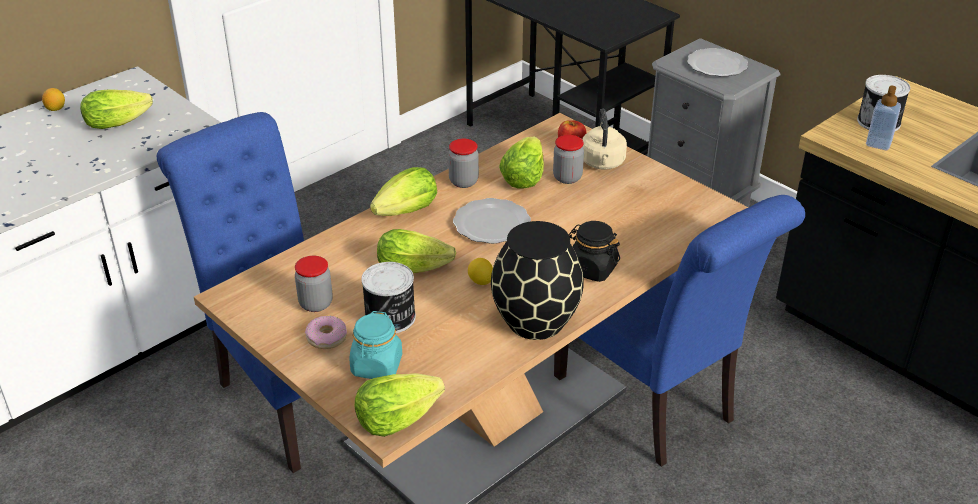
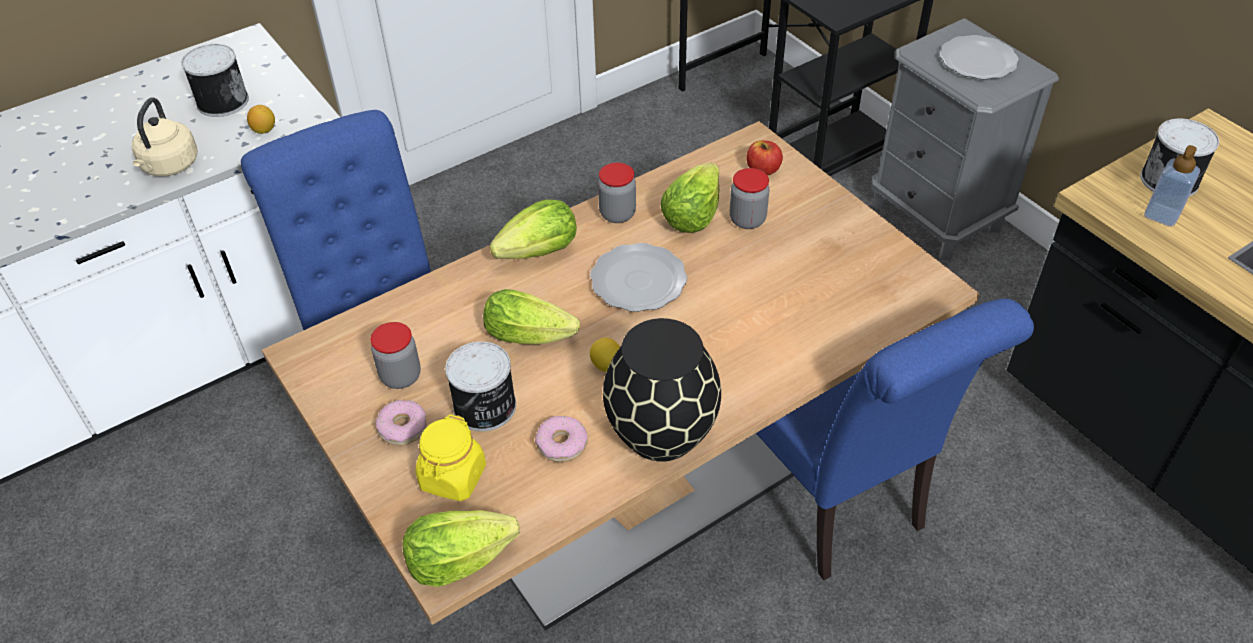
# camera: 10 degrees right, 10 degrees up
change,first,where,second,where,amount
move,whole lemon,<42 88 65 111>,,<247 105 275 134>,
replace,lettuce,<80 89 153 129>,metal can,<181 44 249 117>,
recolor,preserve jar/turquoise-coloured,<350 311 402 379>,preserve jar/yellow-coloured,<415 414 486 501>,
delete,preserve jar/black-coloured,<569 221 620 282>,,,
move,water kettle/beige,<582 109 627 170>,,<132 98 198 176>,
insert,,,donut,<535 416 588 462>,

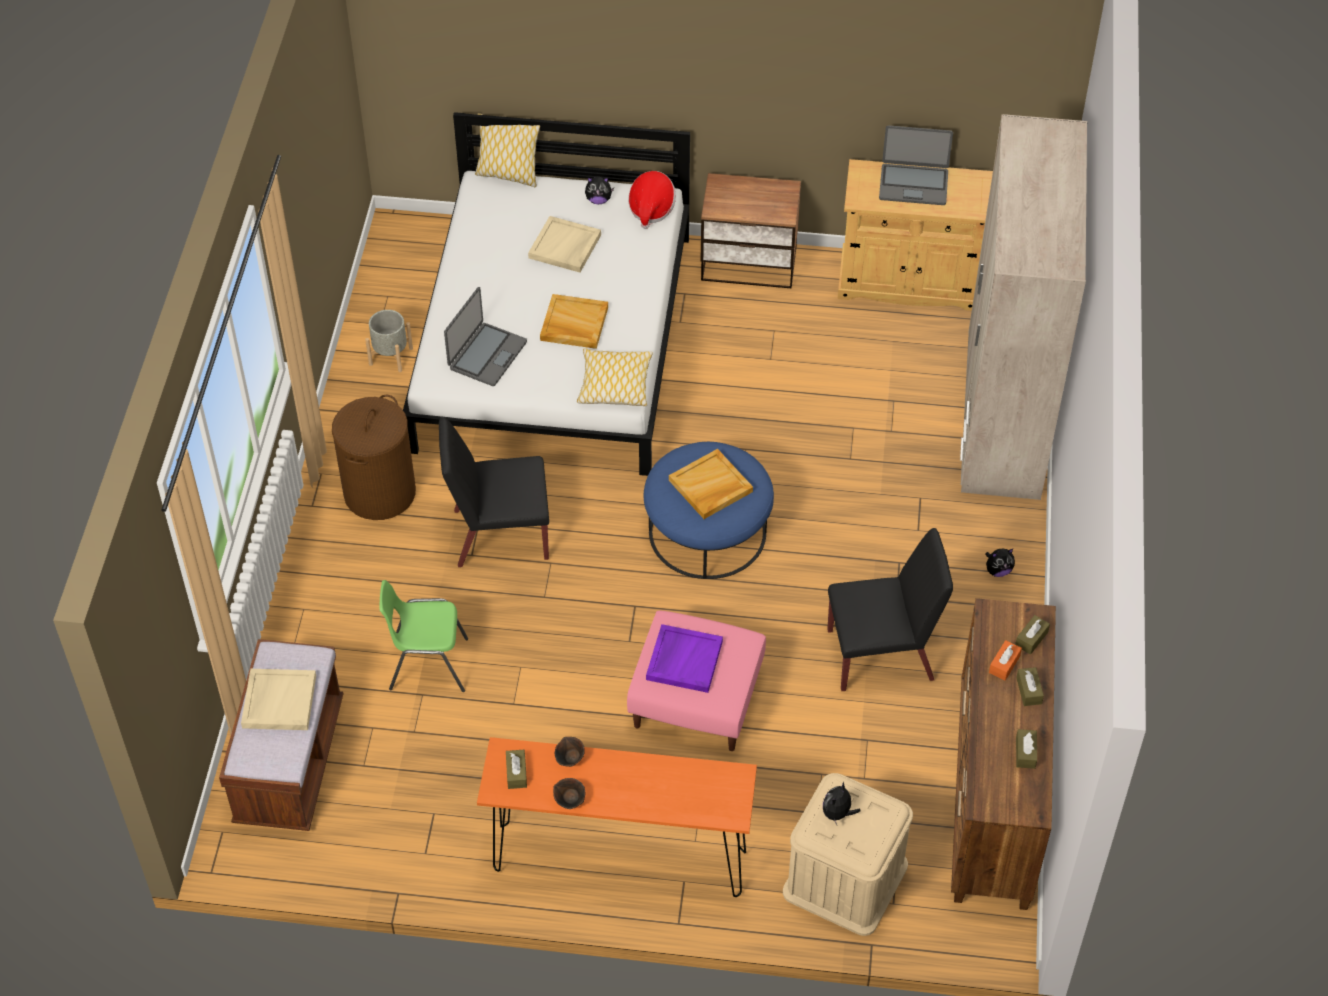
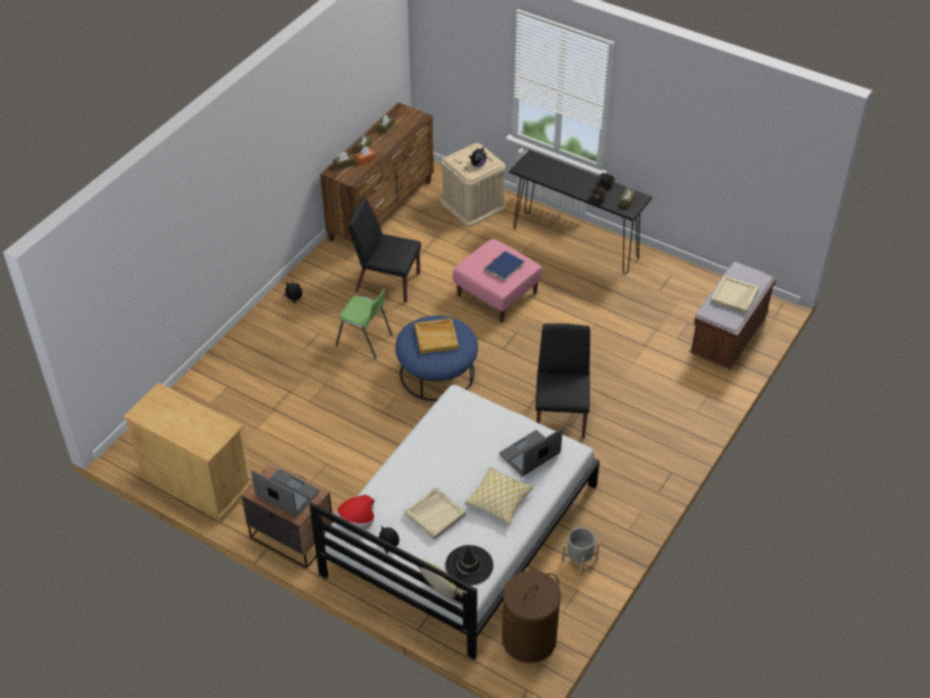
# camera: 155 degrees left, 5 degrees down
change,first,where,second,where,amount
move,washing basket/brownish,<332 395 416 520>,,<502 570 561 663>,
move,chair/greenish,<379 580 468 692>,,<336 288 392 359>,
rotate,chair/black-coloured,<439 417 549 567>,,<536 323 590 438>,105 degrees counterclockwise
recolor,hall table/orangey,<477 737 757 897>,hall table/black-coloured,<509 150 652 274>,
delete,serving tray/beige,<540 294 608 349>,,,
move,pillow,<577 348 653 406>,,<464 467 534 525>,
replace,serving tray/purplish,<646 624 723 693>,volume/blue,<485 251 525 281>,
move,portable computer,<879 125 953 205>,,<251 469 319 517>,
delete,wardrobe/beige,<960 114 1087 500>,,,
insert,,,clothing hat/black-coloured,<445 545 493 585>,

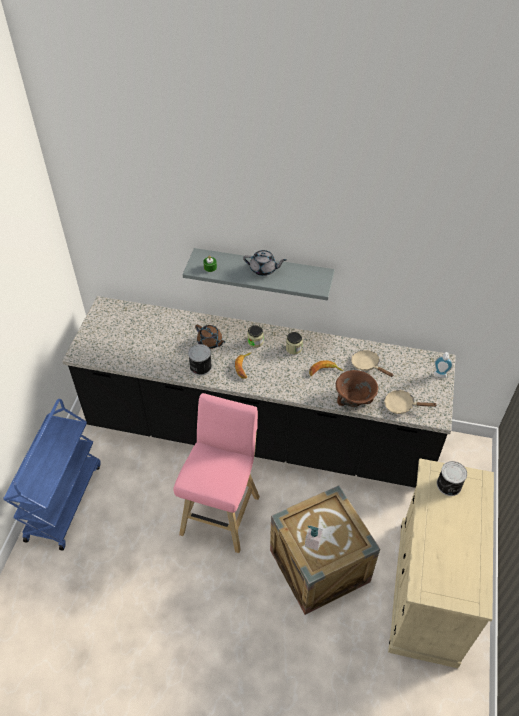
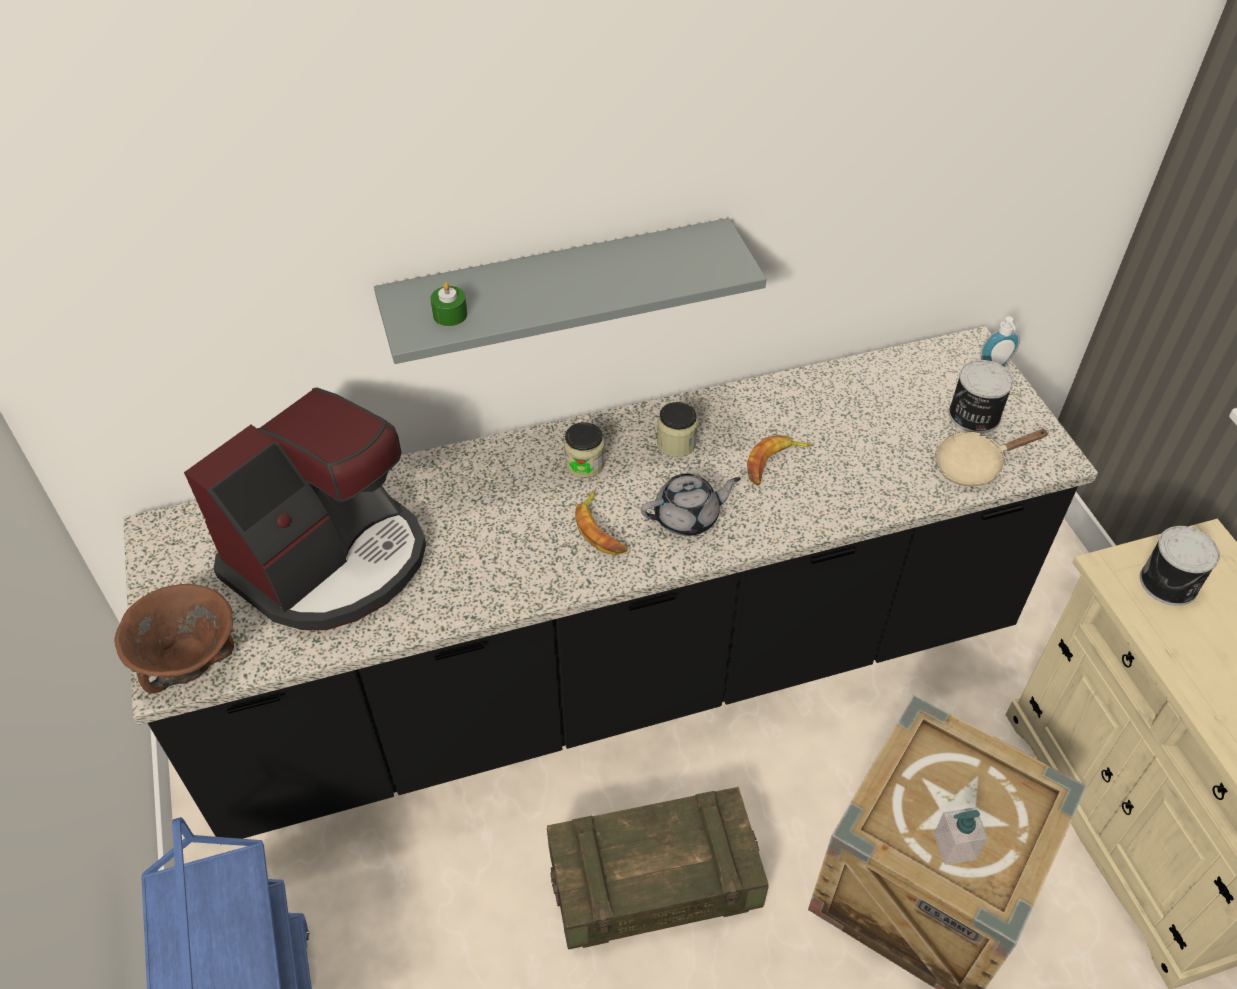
# camera: 30 degrees left, 0 degrees up
change,first,where,second,where,amount
replace,stool/pink-coloured,<173 393 260 553>,crate,<547 787 769 950>,
move,metal can,<188 344 212 376>,,<949 360 1014 433>,
delete,pot for tea/brownish,<195 325 225 349>,,,
move,pot for tea/greyish,<243 250 286 276>,,<641 474 741 536>,
move,deep dish/brownish,<336 370 378 407>,,<114 584 234 693>,
delete,frying pan/beige,<351 350 393 377>,,,
insert,,,coffee maker,<184 387 426 630>,

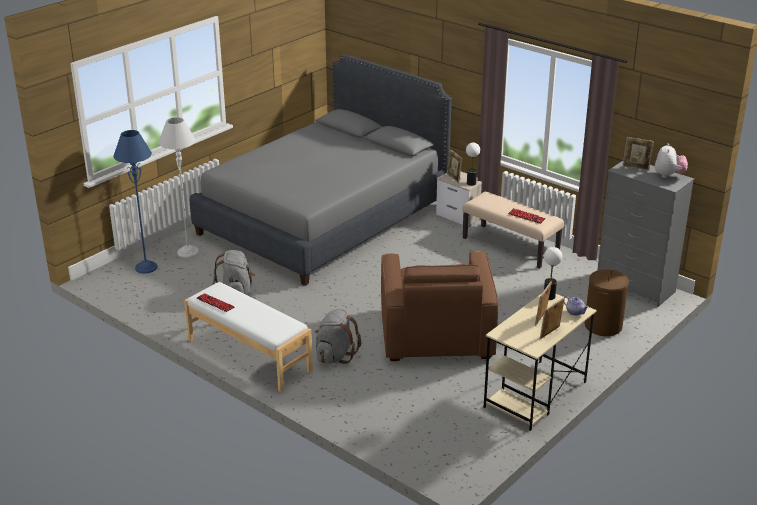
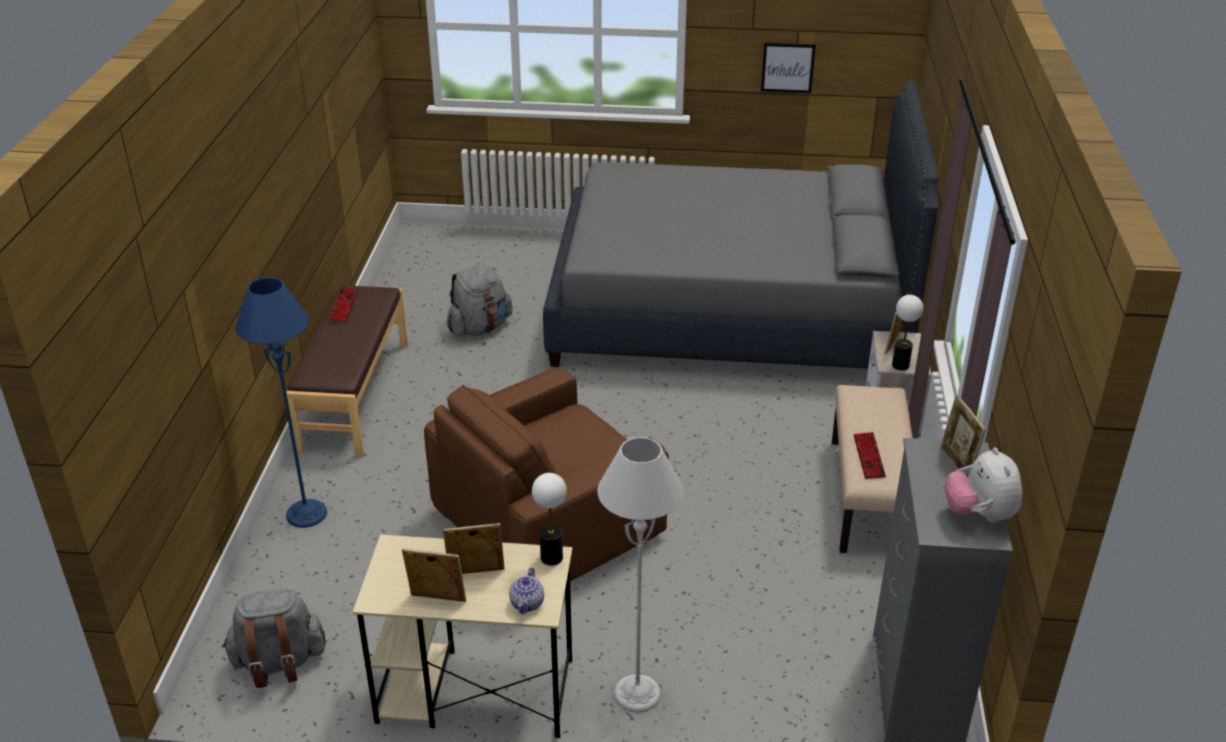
# camera: 55 degrees right, 5 degrees up
change,first,where,second,where,amount
move,floor lamp/blue,<113 130 157 274>,,<235 277 327 528>,
move,floor lamp/greyish,<159 117 199 258>,,<597 437 683 713>,
recolor,indoor bench/white-coloured,<184 282 313 392>,indoor bench/brownish,<286 285 408 458>,
move,knapsack/greyish,<315 309 361 364>,,<222 589 325 688>,
delete,washing basket/brownish,<584 269 629 336>,,,
rotate,soft toy,<655 143 688 178>,,<944 448 1022 523>,105 degrees clockwise
insert,,,wall picture,<761 43 816 93>,

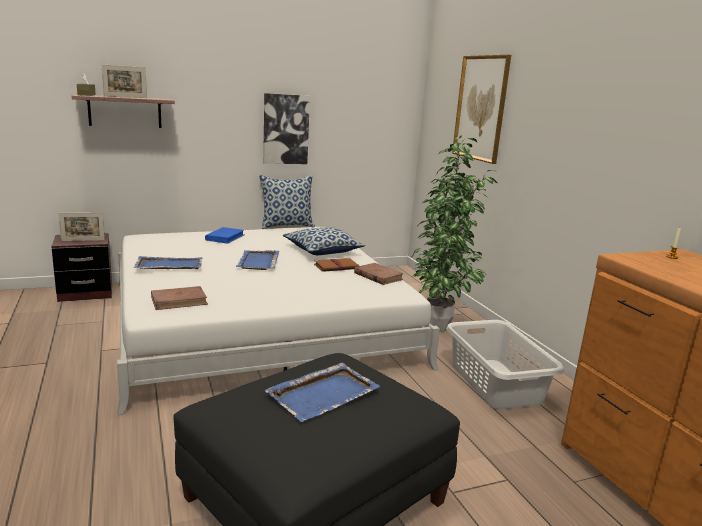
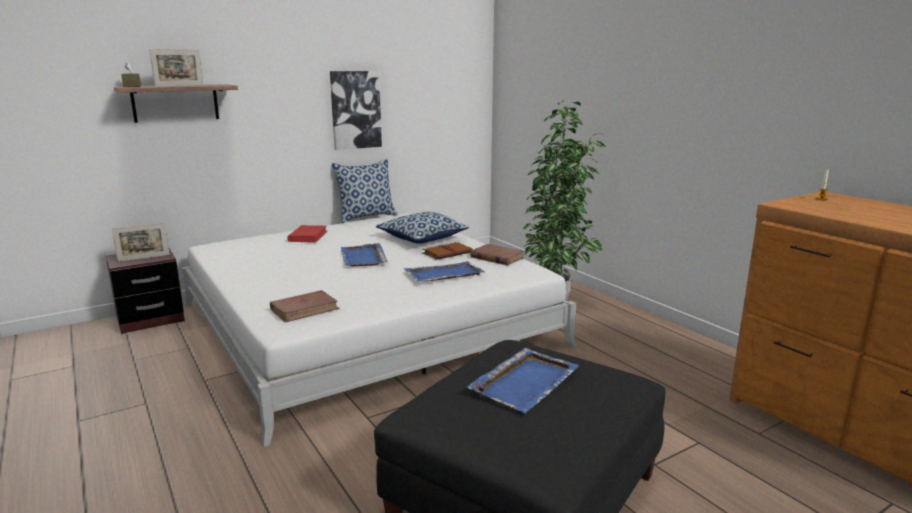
# camera: 10 degrees left, 0 degrees up
change,first,where,second,where,amount
move,serving tray/blue,<133 256 203 269>,,<404 261 485 282>,
recolor,volume/blue,<205 227 245 244>,volume/reddish,<287 225 328 243>,
delete,washing basket/greyish,<446 320 565 409>,,,
delete,wall picture,<452 55 511 164>,,,

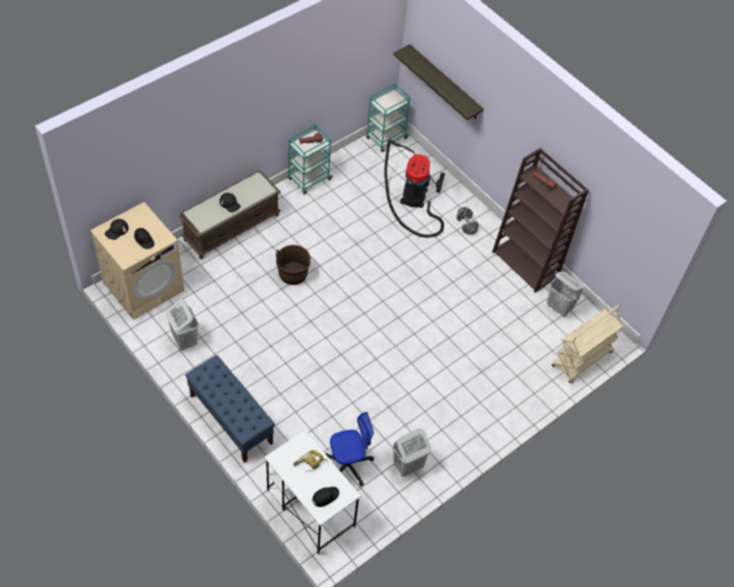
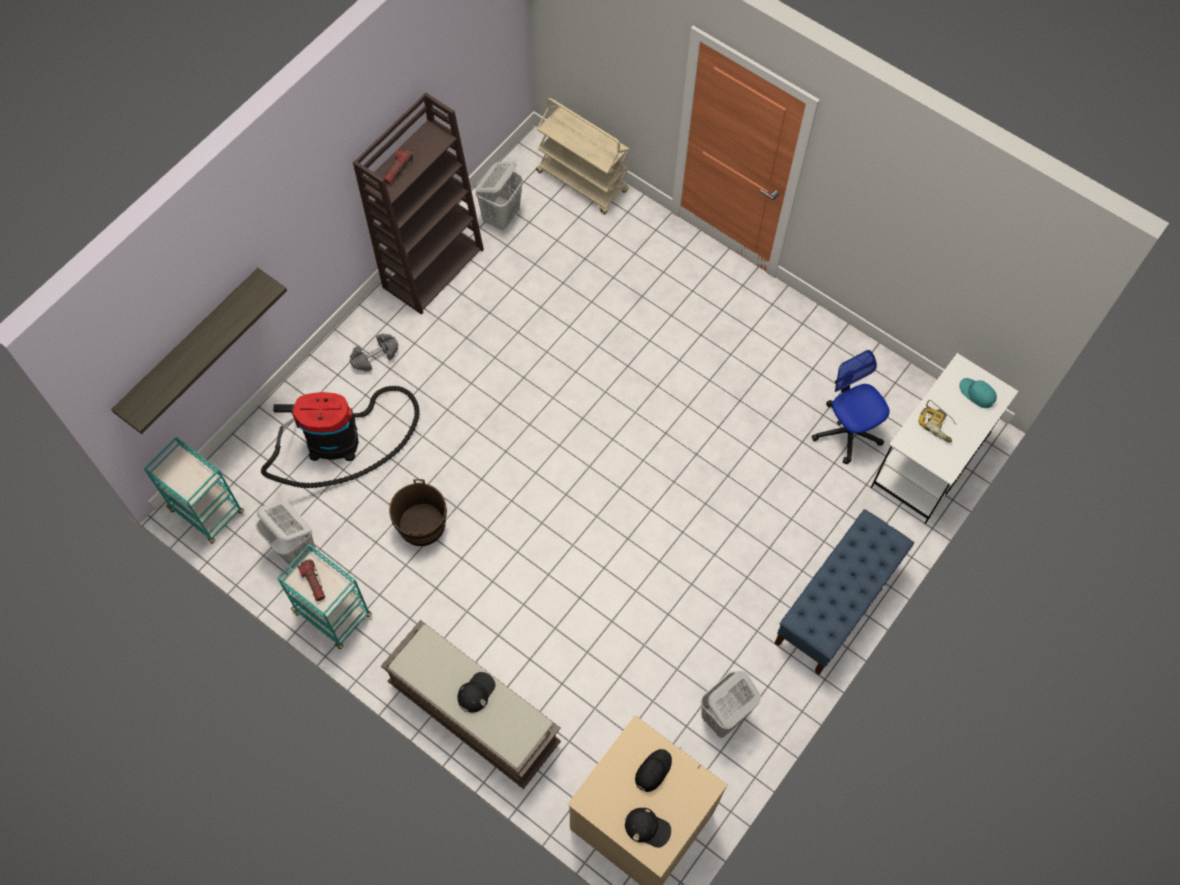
# camera: 100 degrees left, 10 degrees up
change,first,where,second,where,amount
move,bucket/brownish,<276 245 311 285>,,<389 479 447 546>,
recolor,baseball cap/black-coloured,<312 487 339 507>,baseball cap/turquoise-coloured,<959 378 997 408>,
move,washing basket/white-coloured,<393 428 431 477>,,<256 500 316 568>,

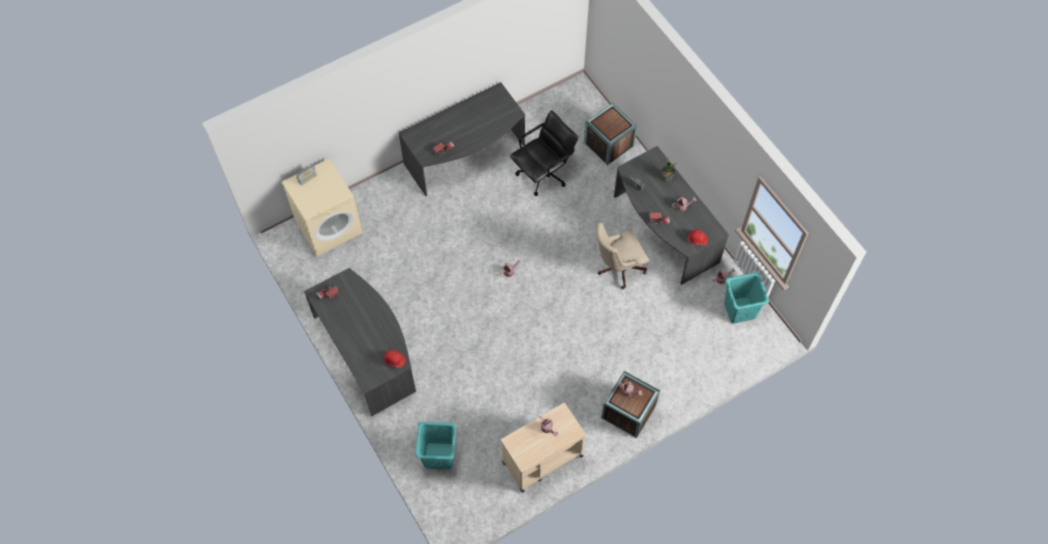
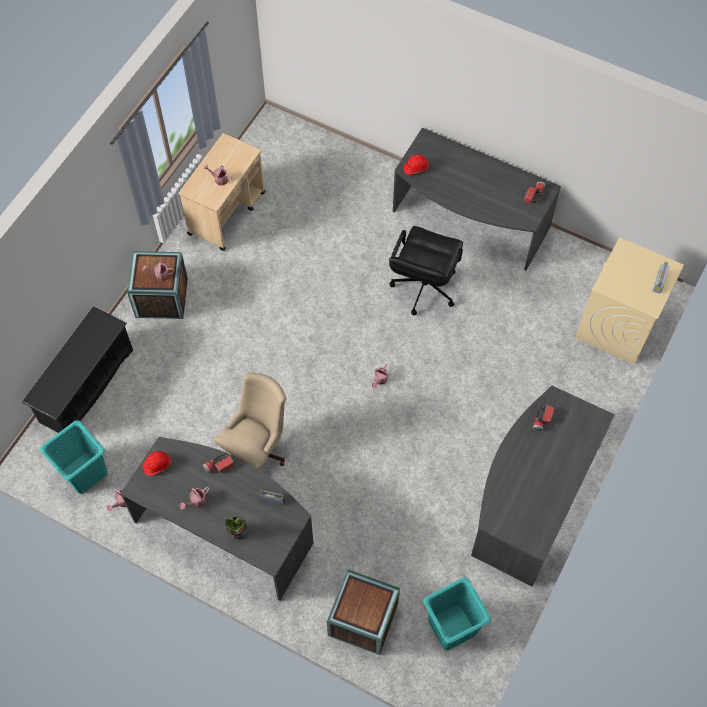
# camera: 150 degrees right, 0 degrees up
change,first,where,second,where,amount
move,washing basket/turquoise-coloured,<415 422 456 470>,,<423 577 491 650>,
move,office chair/black-coloured,<510 110 578 196>,,<389 226 463 315>,
insert,,,shoe shelf/black-coloured,<22 306 133 433>,

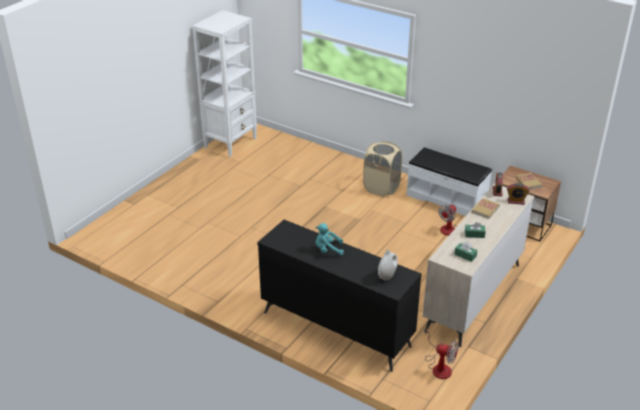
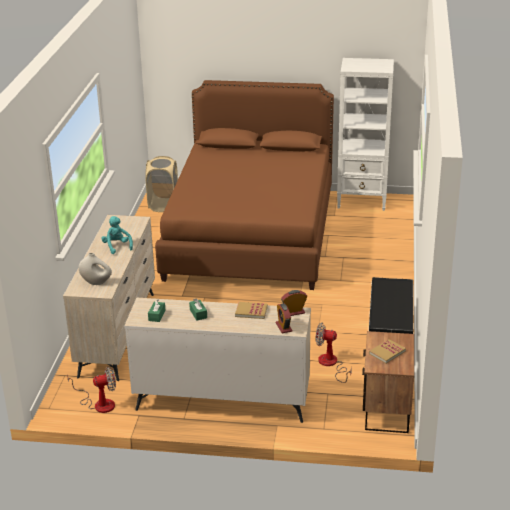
# camera: 65 degrees right, 5 degrees down
change,first,where,second,where,amount
recolor,dresser/black-coloured,<257 220 422 372>,dresser/beige,<63 215 155 381>,
move,washing basket/beige,<363 141 402 197>,,<146 156 178 212>,
rotate,cooling fan,<425 328 458 379>,,<67 367 116 413>,105 degrees counterclockwise
insert,,,bed/brownish,<155 80 334 290>,

